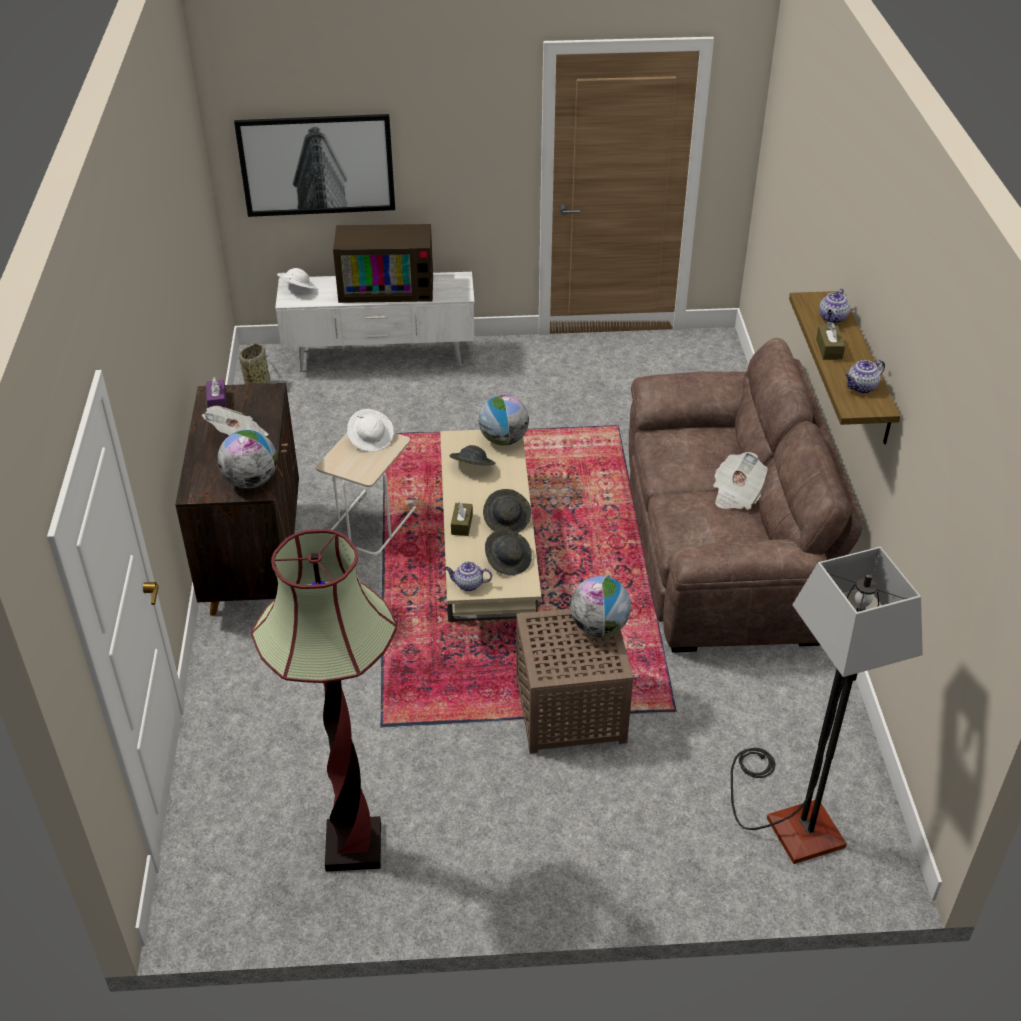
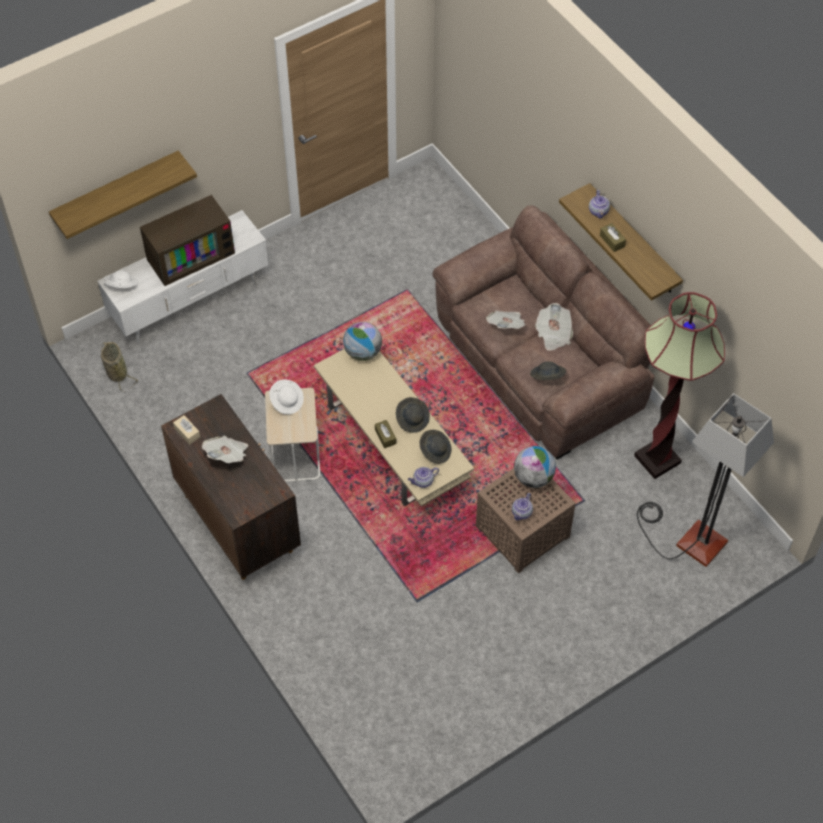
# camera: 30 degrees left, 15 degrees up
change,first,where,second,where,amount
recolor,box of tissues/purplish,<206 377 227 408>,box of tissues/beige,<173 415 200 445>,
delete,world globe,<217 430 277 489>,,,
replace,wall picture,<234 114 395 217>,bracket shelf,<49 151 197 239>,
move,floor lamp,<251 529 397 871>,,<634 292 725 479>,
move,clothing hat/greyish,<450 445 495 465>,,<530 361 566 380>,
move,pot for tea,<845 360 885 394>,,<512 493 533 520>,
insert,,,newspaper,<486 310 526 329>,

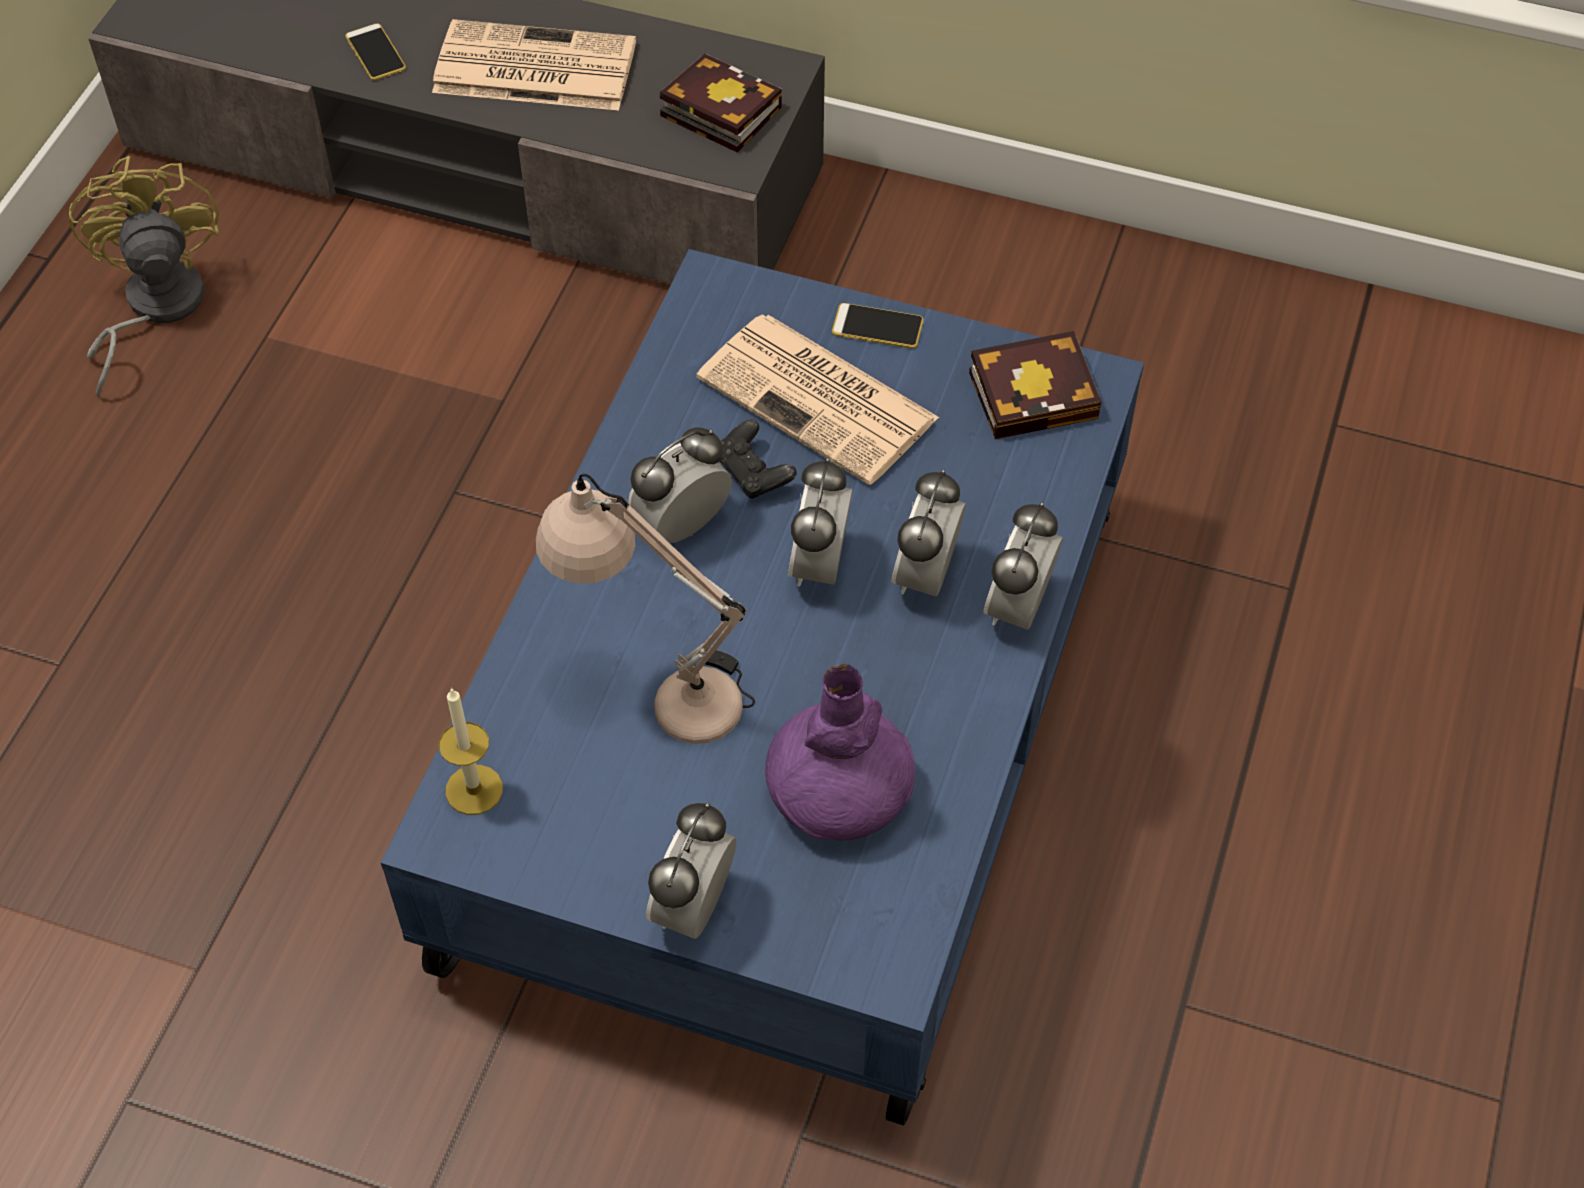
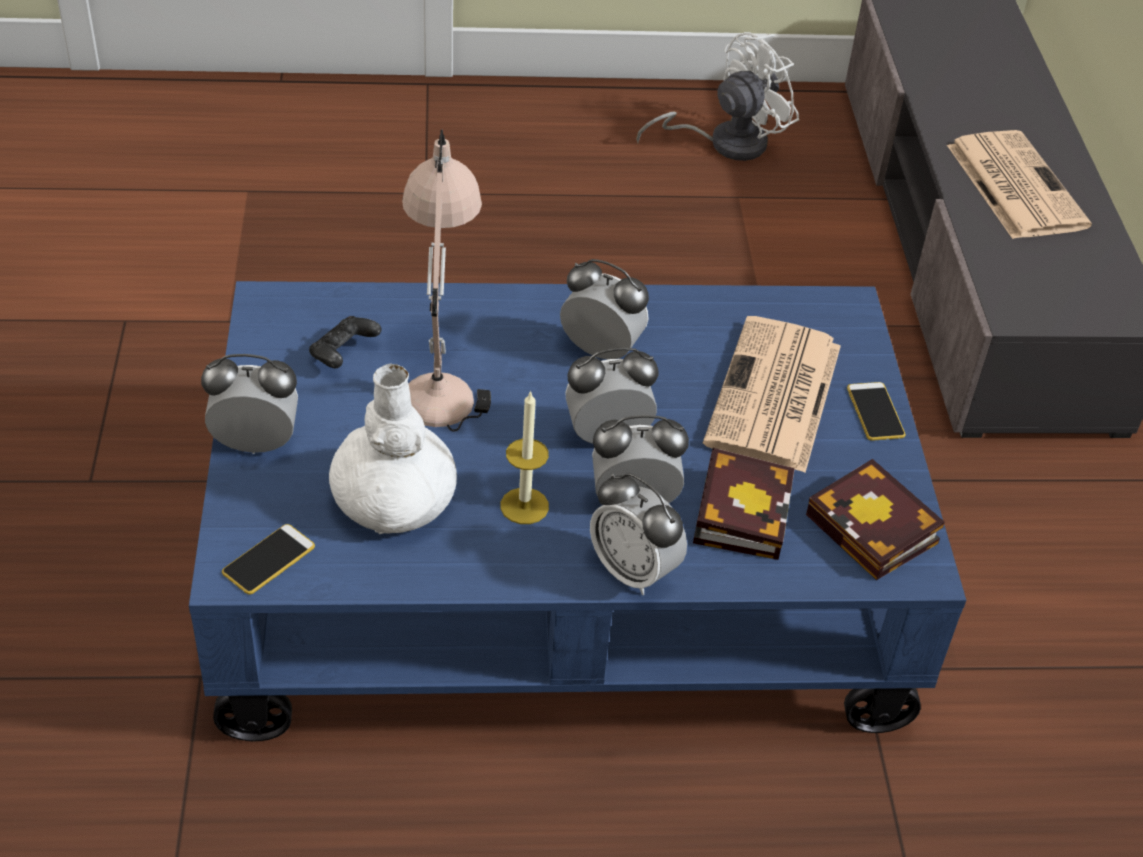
# camera: 65 degrees right, 10 degrees down
change,first,where,second,where,amount
recolor,cooling fan/yellow-coloured,<69 156 219 398>,cooling fan/white-coloured,<636 32 799 161>,
move,phone,<345 23 406 80>,,<222 524 315 595>,
move,wax light,<439 687 503 815>,,<500 390 549 524>,
move,volume,<660 53 782 153>,,<693 448 795 560>,
move,gamepad/black-coloured,<719 419 797 499>,,<309 316 382 368>,
recolor,vase/purplish,<765 664 915 840>,vase/white-coloured,<329 364 457 534>,
rotate,table clock,<984 502 1063 630>,,<590 473 687 595>,135 degrees counterclockwise

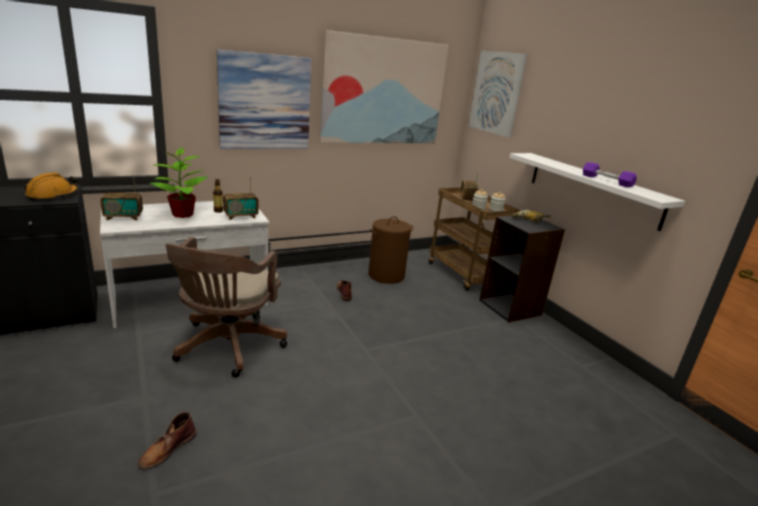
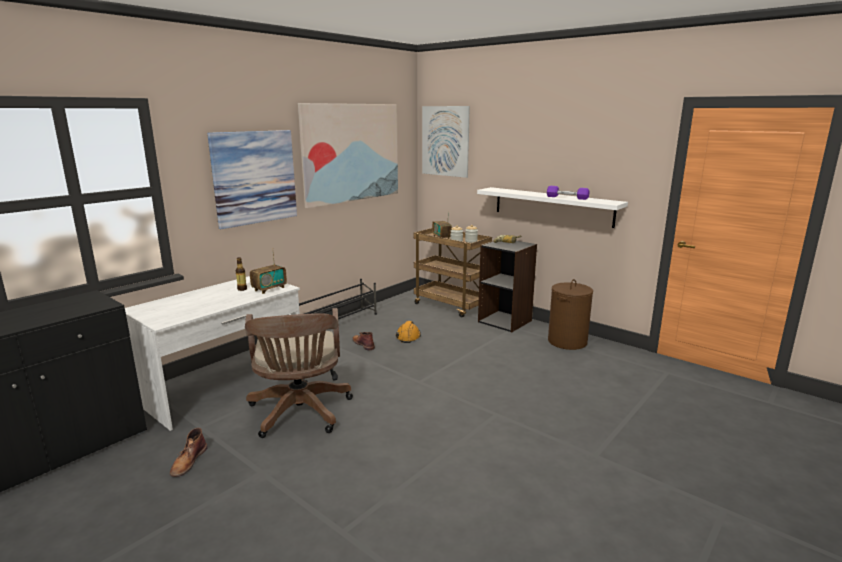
# camera: 20 degrees left, 5 degrees down
change,first,where,second,where,amount
move,work helmet/orangey,<25 172 79 201>,,<395 321 421 343>,
delete,radio receiver,<100 175 143 221>,,,
move,boot/brownish,<138 412 197 469>,,<170 428 207 477>,
delete,potted plant,<150 148 208 218>,,,
move,washing basket/brownish,<368 216 413 284>,,<548 279 593 350>,

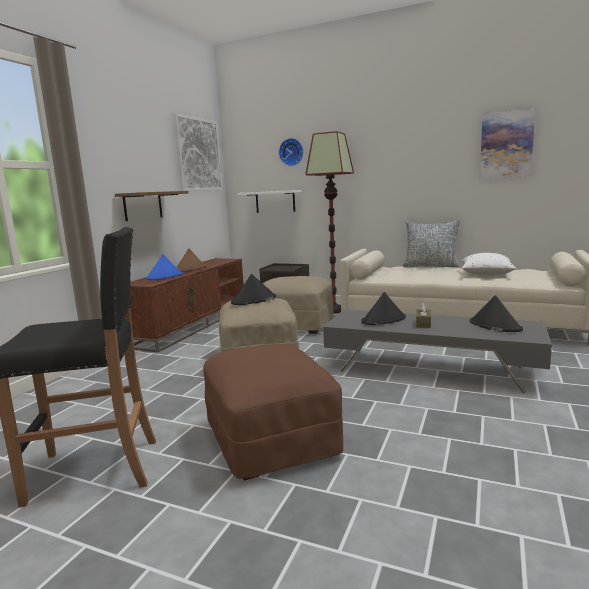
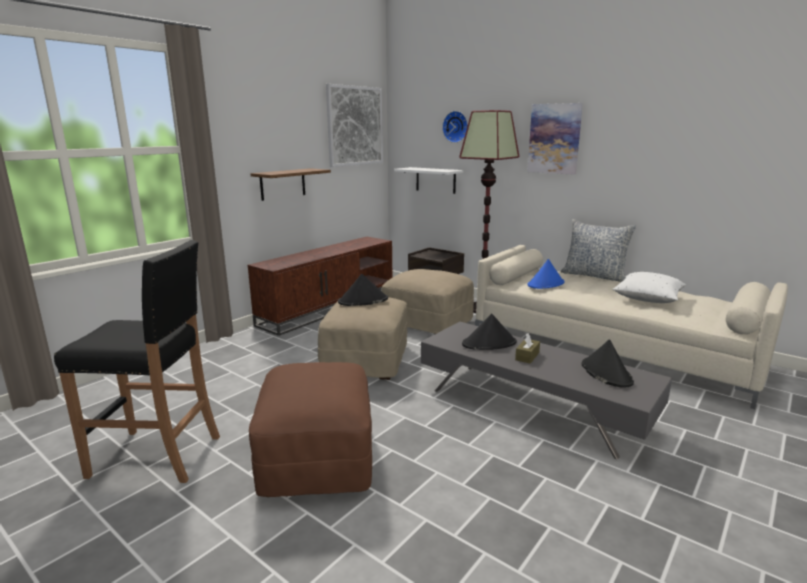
# camera: 15 degrees right, 5 degrees up
change,first,where,second,where,amount
move,clothing hat/blue,<146 254 183 280>,,<527 259 565 289>,
delete,clothing hat/brownish,<177 248 206 272>,,,
move,wall picture,<480 109 535 178>,,<527 103 583 175>,

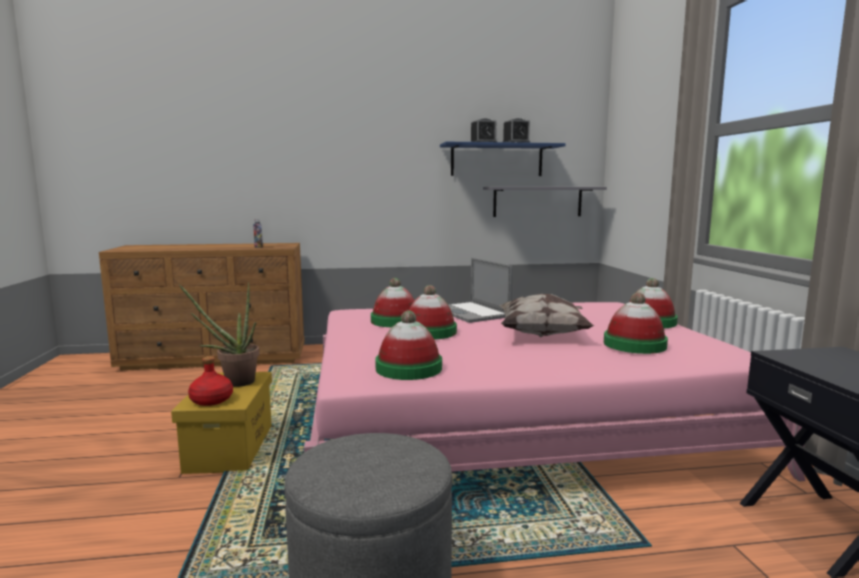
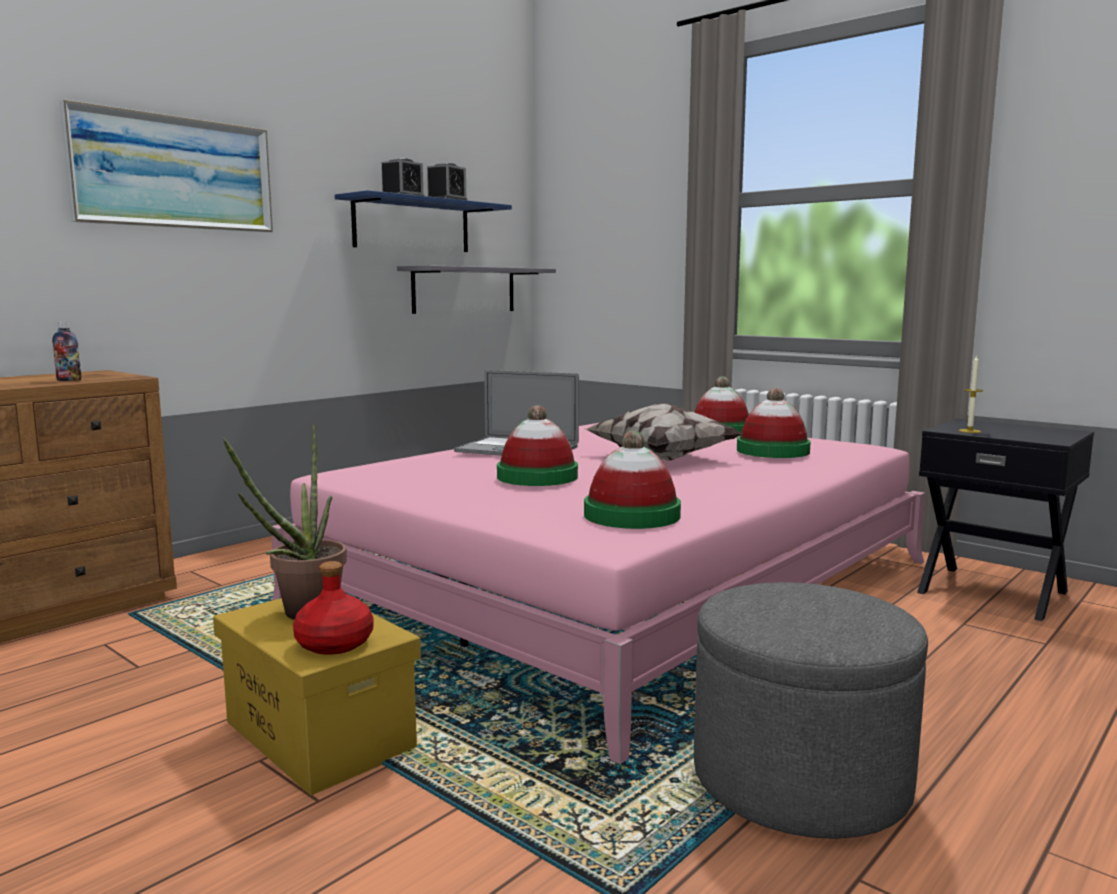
# camera: 40 degrees left, 0 degrees up
change,first,where,second,where,amount
delete,clothing hat,<371 278 415 327>,,,
insert,,,wall picture,<59 99 273 232>,
insert,,,wax light,<959 355 983 433>,

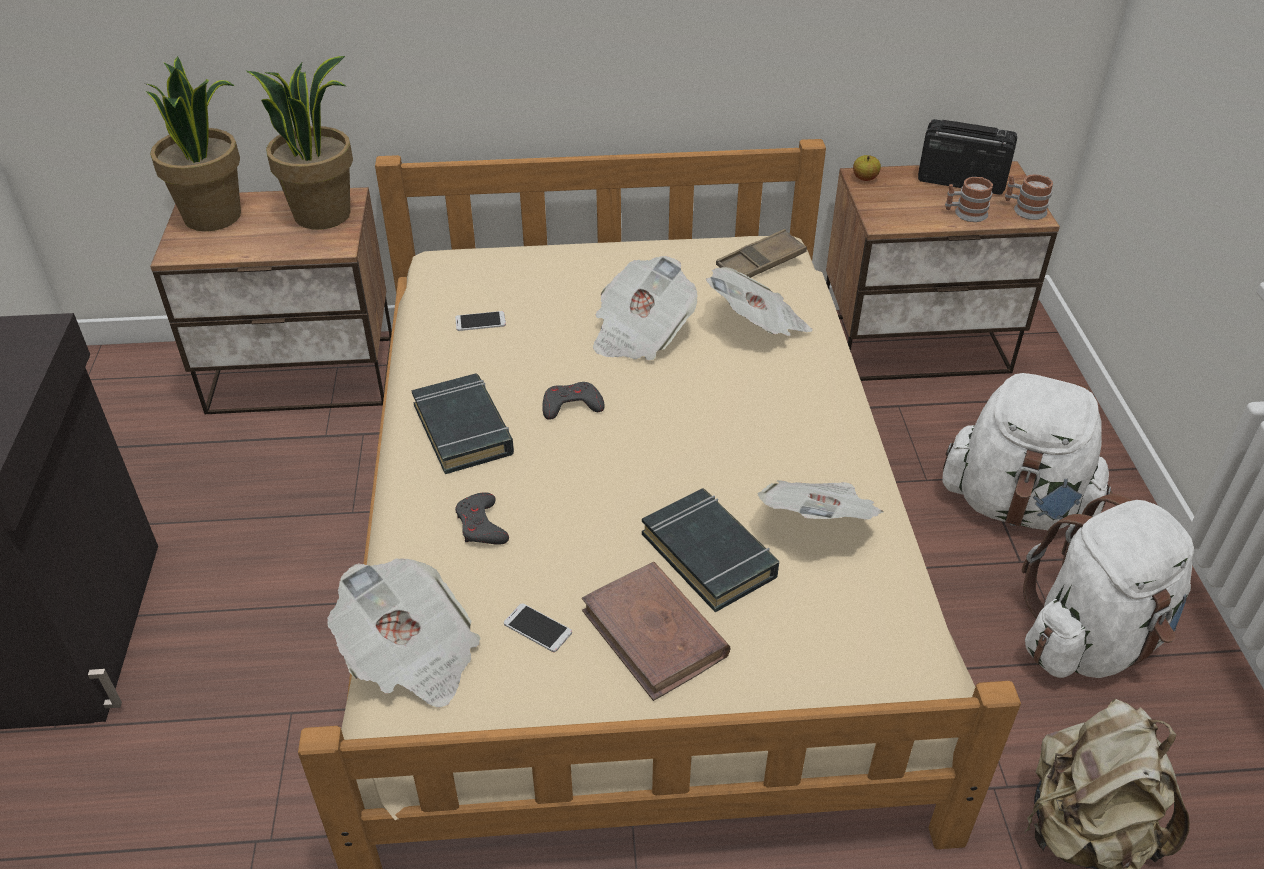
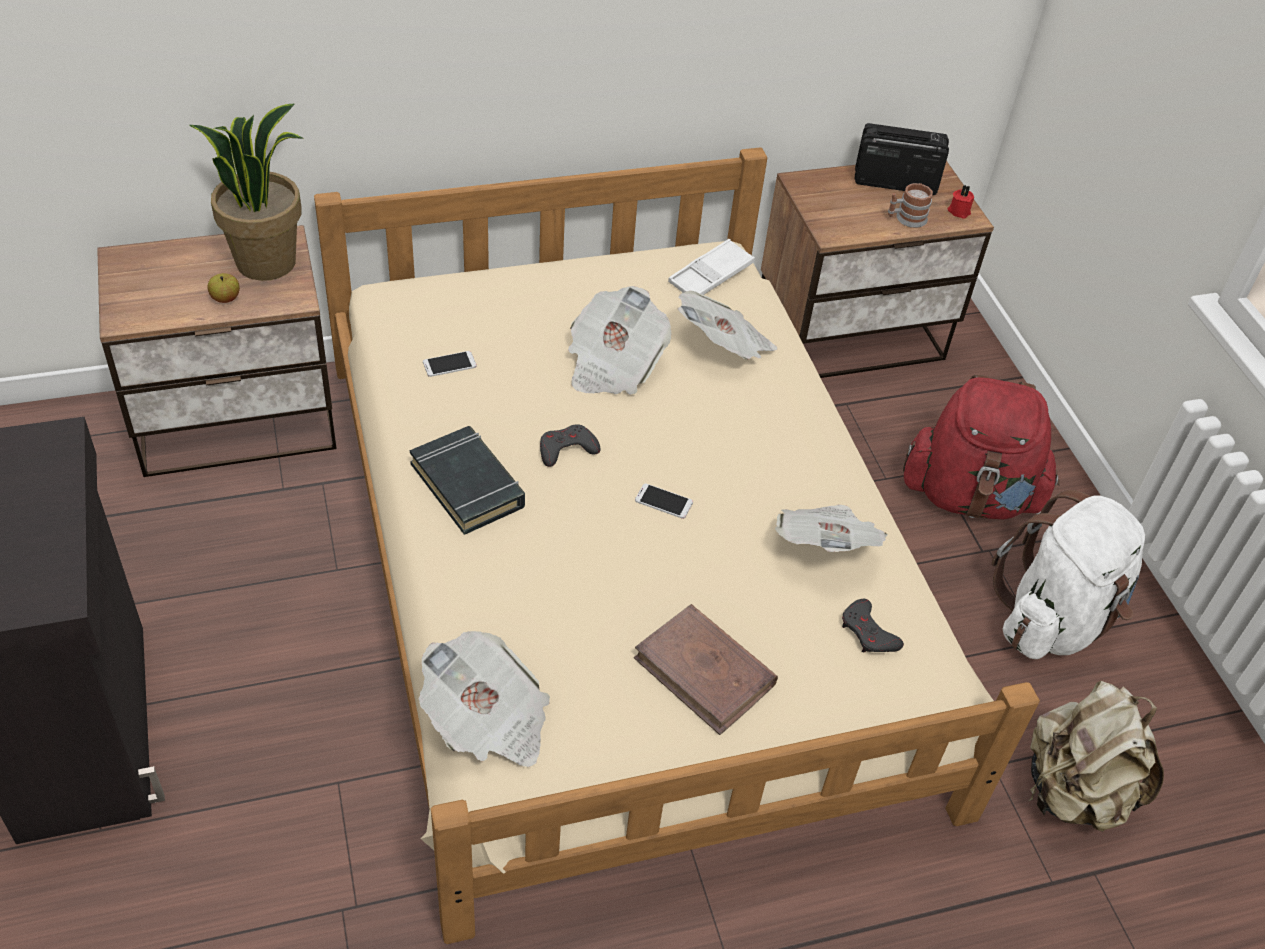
# camera: 15 degrees left, 5 degrees up
change,first,where,second,where,amount
delete,potted plant,<146 56 241 231>,,,
move,gamepad/greyish,<455 492 509 545>,,<842 599 904 653>,
move,phone,<504 603 572 652>,,<635 483 693 519>,
delete,volume/black-coloured,<642 488 779 612>,,,
recolor,serving tray/brownish,<716 229 807 278>,serving tray/white-coloured,<668 239 755 295>,
move,apple fruit,<853 155 881 181>,,<208 273 240 303>,
recolor,knapsack/white-coloured,<943 373 1113 530>,knapsack/reddish,<903 375 1060 519>,
replace,tea mug,<1005 174 1053 220>,wax light/reddish,<948 185 974 219>,

